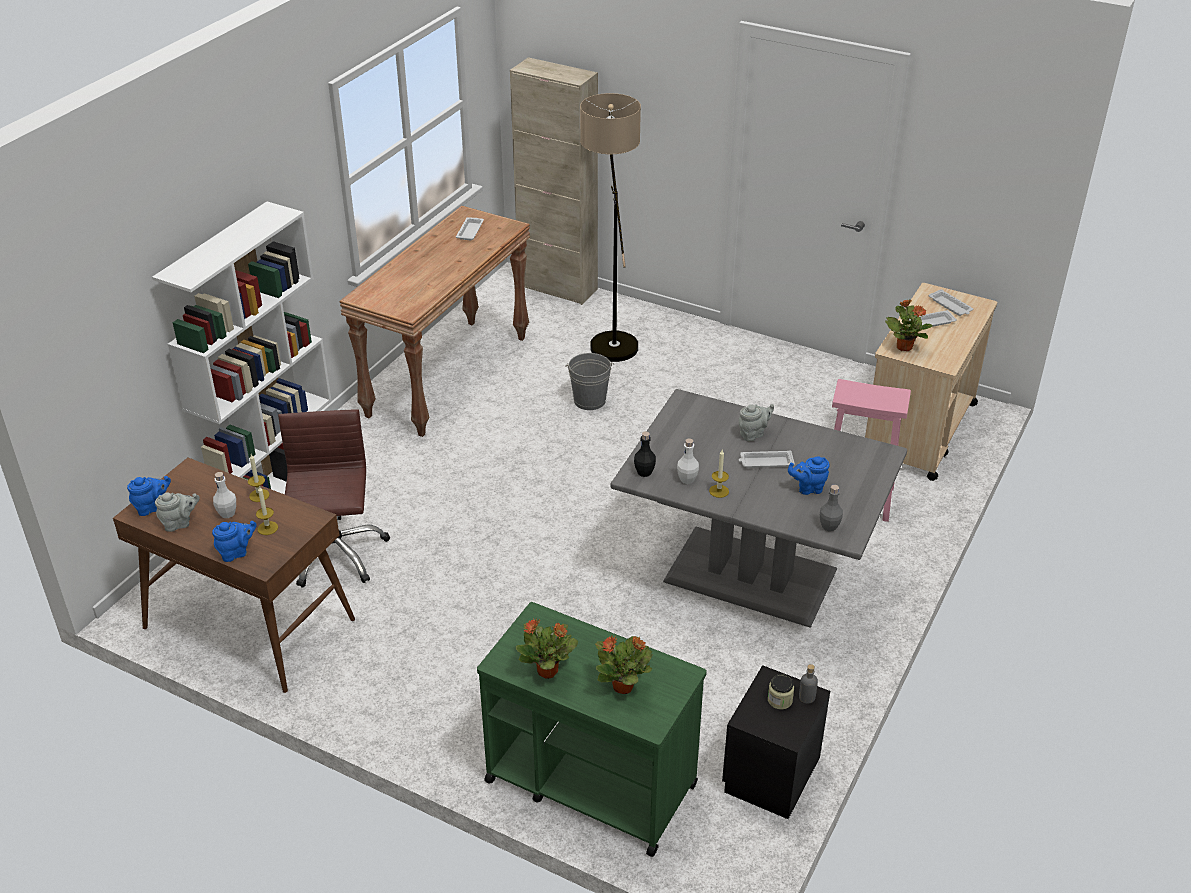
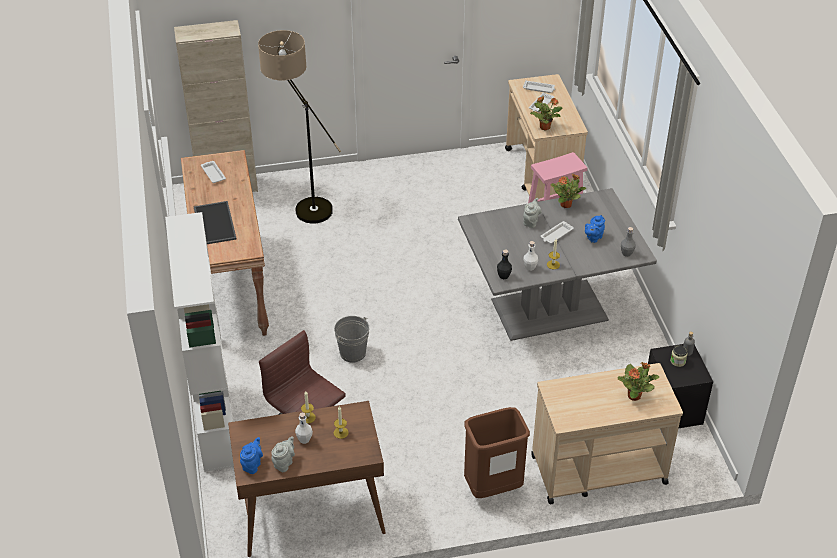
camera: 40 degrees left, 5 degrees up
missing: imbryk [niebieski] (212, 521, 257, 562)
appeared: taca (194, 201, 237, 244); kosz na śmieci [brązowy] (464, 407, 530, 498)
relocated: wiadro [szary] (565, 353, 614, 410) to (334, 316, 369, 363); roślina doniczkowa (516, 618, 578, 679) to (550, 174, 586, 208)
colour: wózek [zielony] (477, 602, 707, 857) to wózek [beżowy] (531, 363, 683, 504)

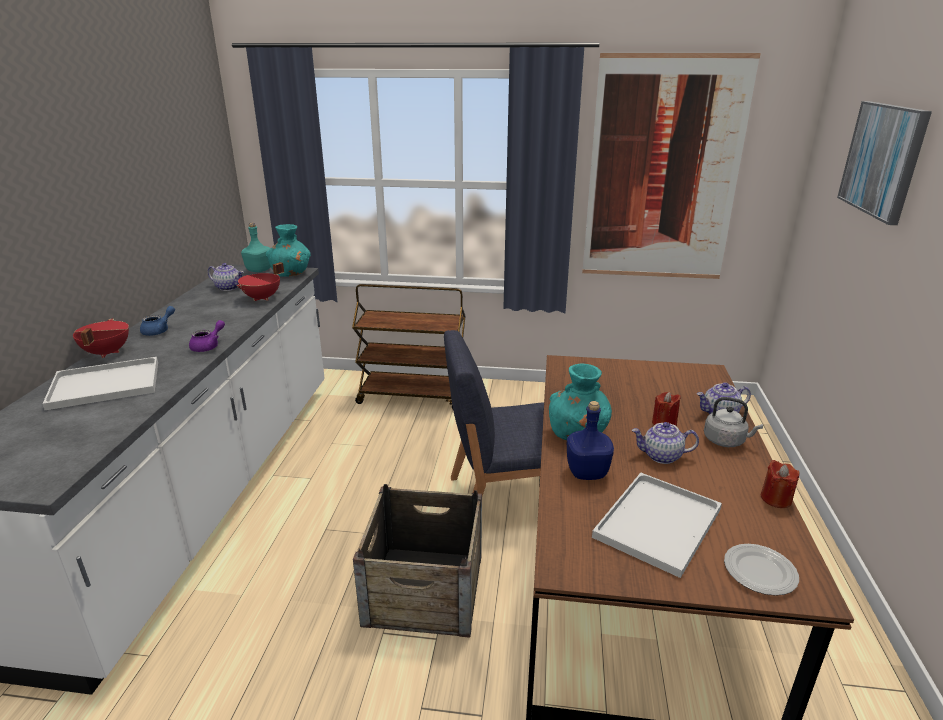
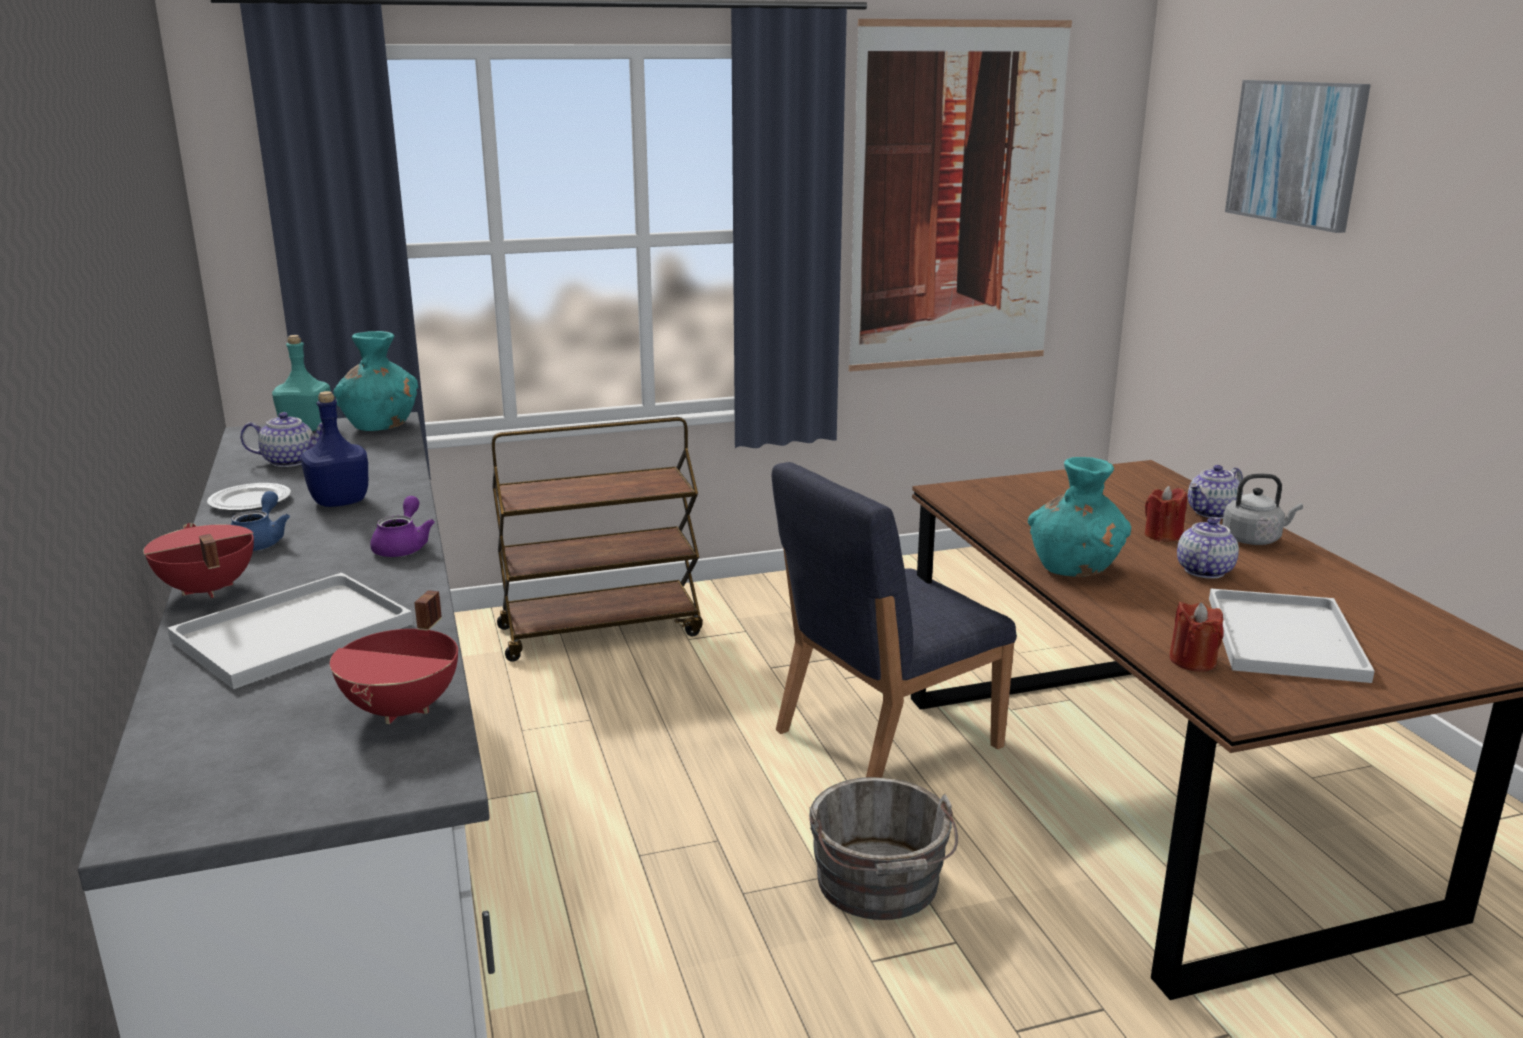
camera: 25 degrees left, 5 degrees down
relocated: talerz (724, 544, 799, 596) to (207, 483, 291, 512); butelka [niebieski] (567, 401, 614, 480) to (301, 391, 368, 507); garnek [czerwony] (236, 262, 284, 301) to (330, 590, 458, 724); świeca [czerwony] (761, 460, 800, 508) to (1170, 602, 1224, 672)
exchanged: skrzynka (353, 484, 482, 638) to wiadro [szary] (809, 777, 958, 920)
spun: imbryk (632, 422, 699, 464) = (1177, 517, 1239, 579) 135 degrees clockwise

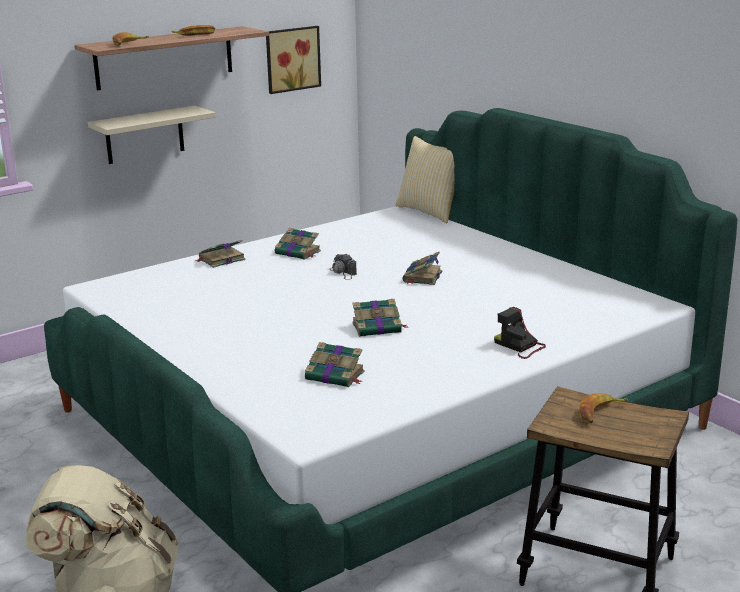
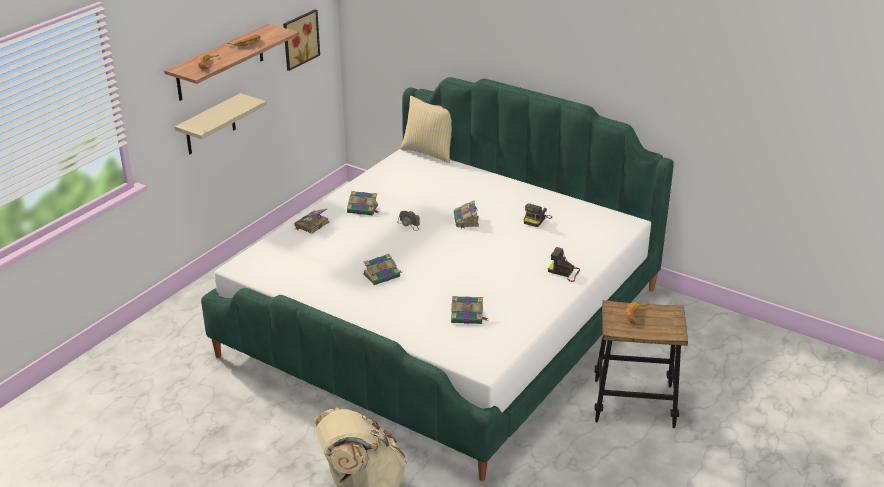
camera: 20 degrees left, 10 degrees up
appeared: aparat fotograficzny (524, 203, 552, 227)
relocated: książka (352, 299, 407, 337) to (363, 254, 402, 285)

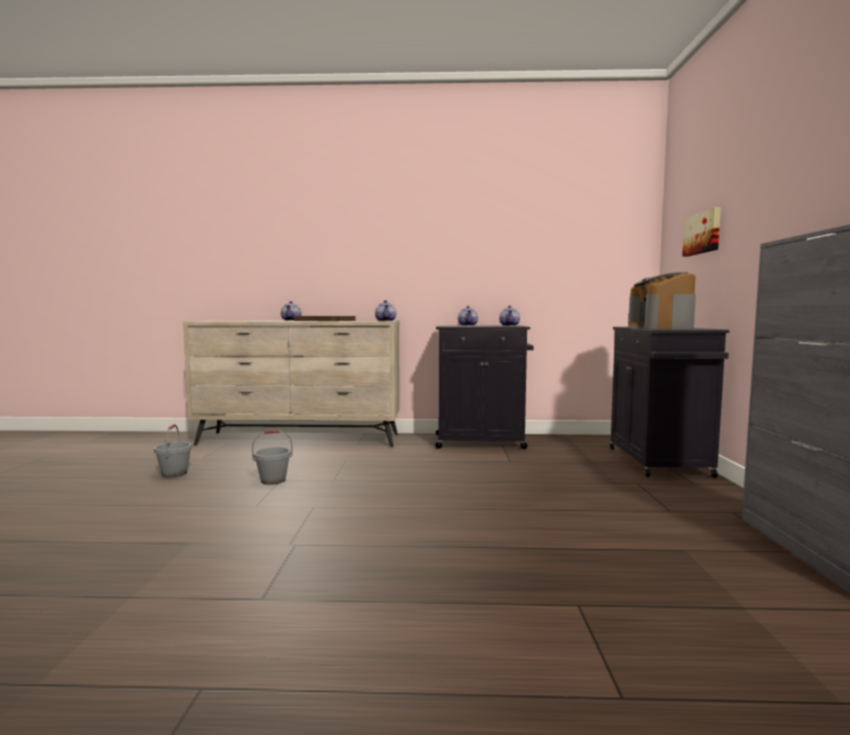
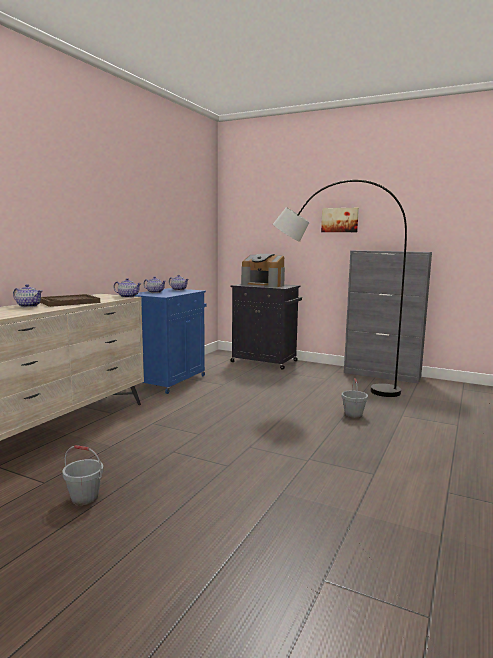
camera: 65 degrees left, 5 degrees up
appeared: lampa stojąca [szary] (273, 180, 407, 397)
relocated: obraz (682, 207, 721, 257) to (321, 208, 359, 232); wiadro [szary] (252, 430, 293, 485) to (342, 378, 368, 419)
colour: szafka [czarny] (435, 325, 534, 449) to szafka [niebieski] (135, 288, 207, 394)

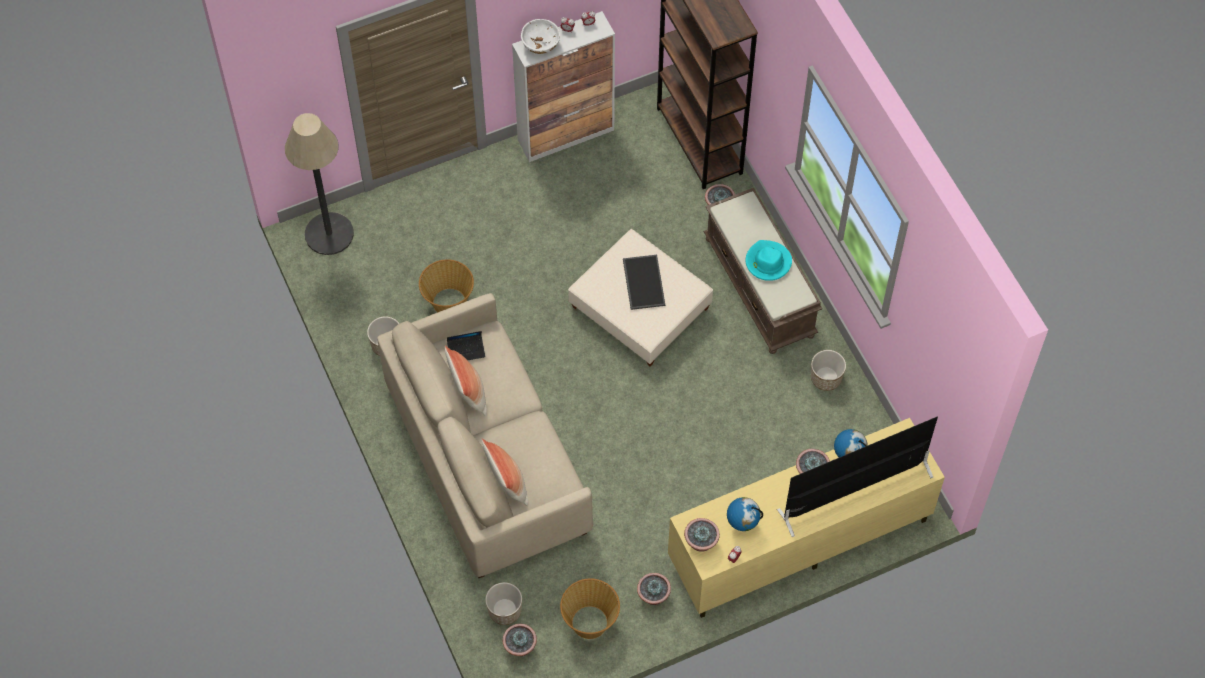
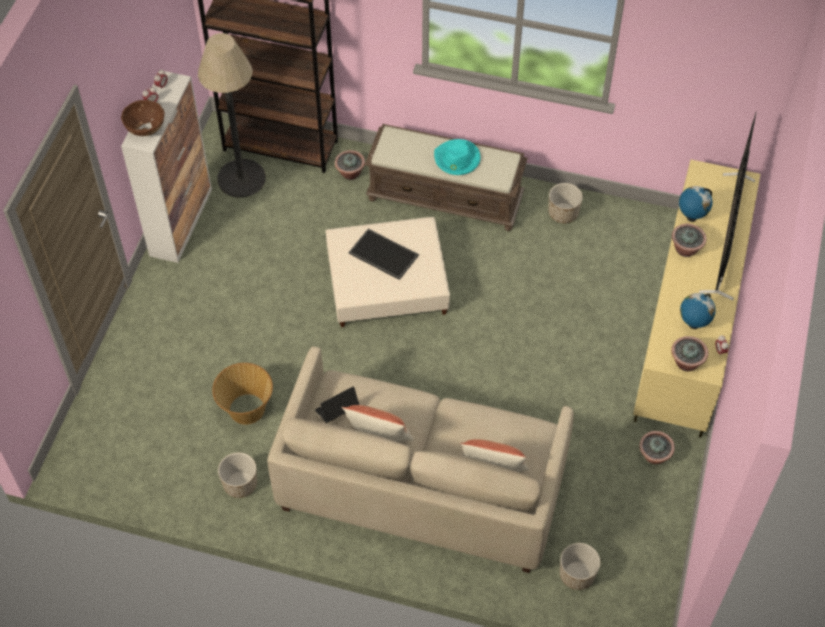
camera: 50 degrees left, 5 degrees down
missing: roślina doniczkowa (502, 624, 537, 656); koszyk (560, 578, 620, 639)
relocated: lampa stojąca (285, 113, 354, 255) to (198, 33, 266, 198)
colour: miska [biały] (521, 19, 560, 54) to miska [brązowy] (121, 100, 165, 136)
spun: laptop (447, 331, 485, 360) = (315, 386, 359, 423) 150 degrees counterclockwise

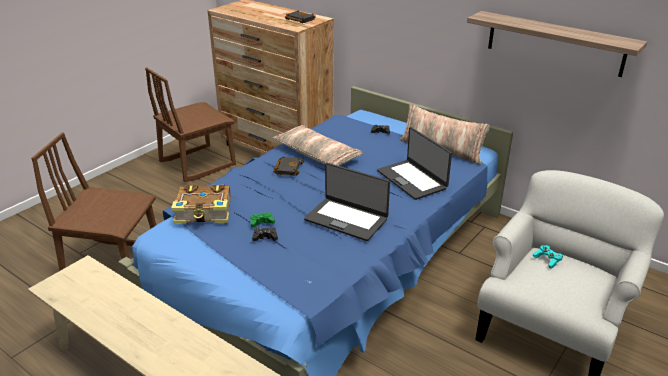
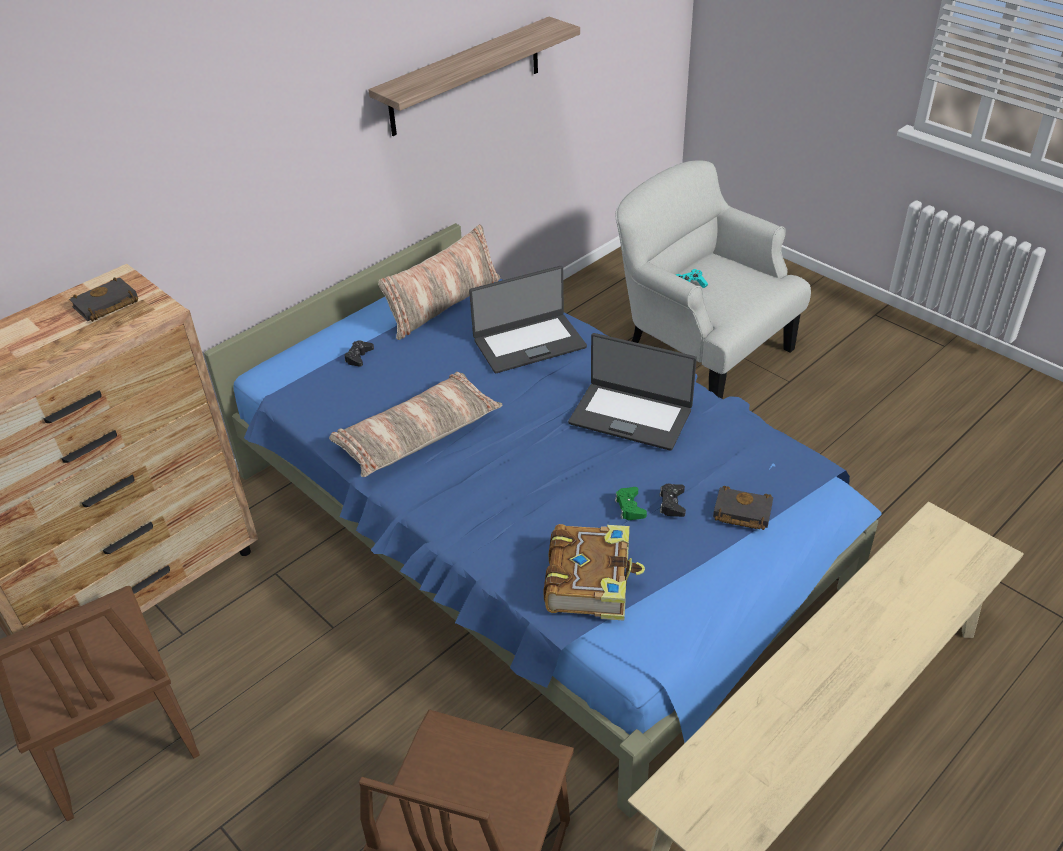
camera: 80 degrees left, 10 degrees up
relocated: książka [czarny] (273, 157, 304, 176) to (713, 486, 773, 530)
spun: laptop (304, 163, 390, 241) = (568, 333, 697, 451) 75 degrees clockwise

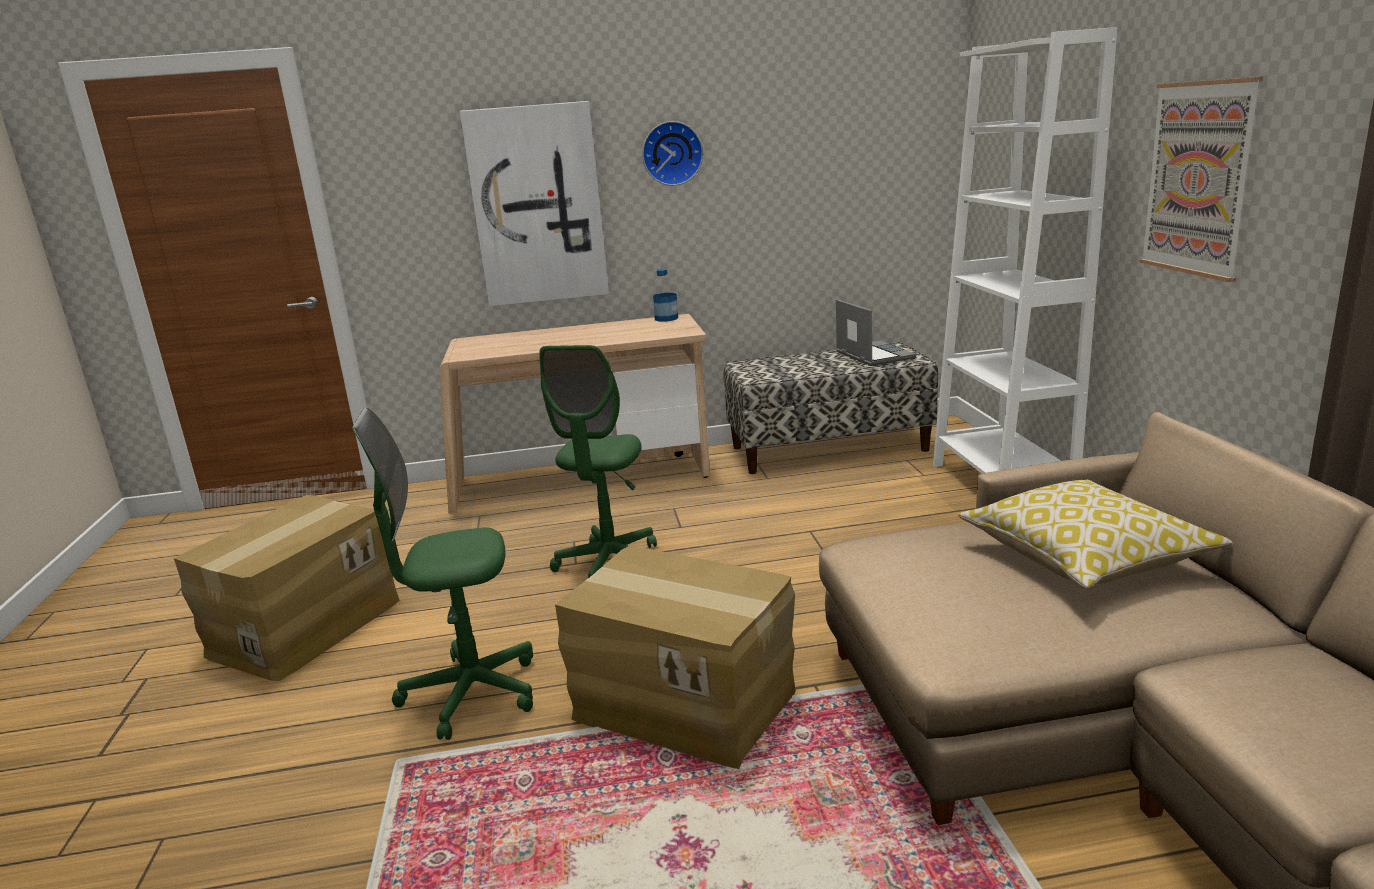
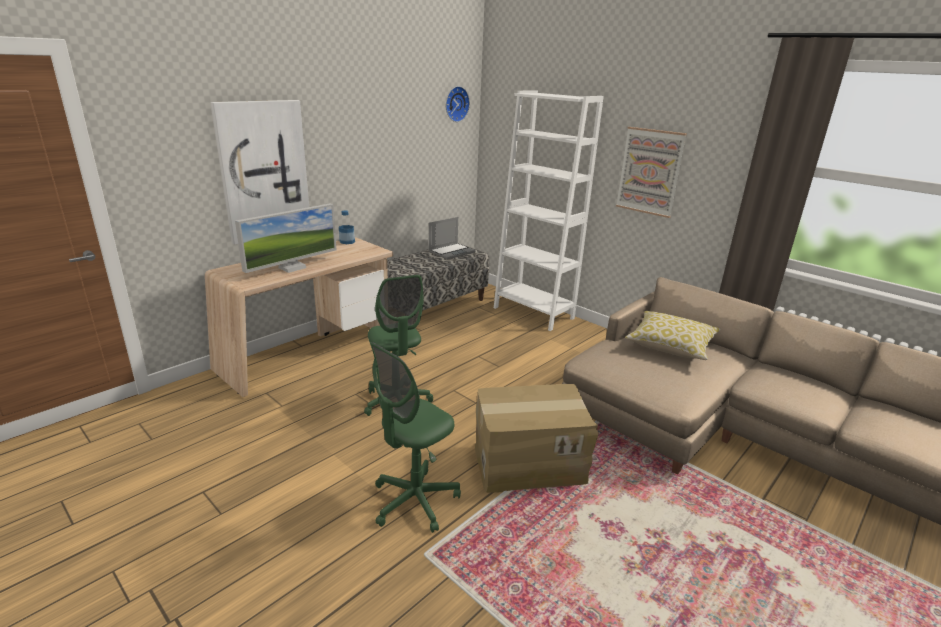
camera: 40 degrees left, 5 degrees up
missing: karton (174, 495, 400, 681)
appeared: monitor (235, 203, 337, 273)
relocated: zegar ścienny (642, 121, 703, 186) to (446, 86, 470, 122)
spun: laptop (836, 299, 916, 366) = (429, 217, 476, 260) 105 degrees clockwise

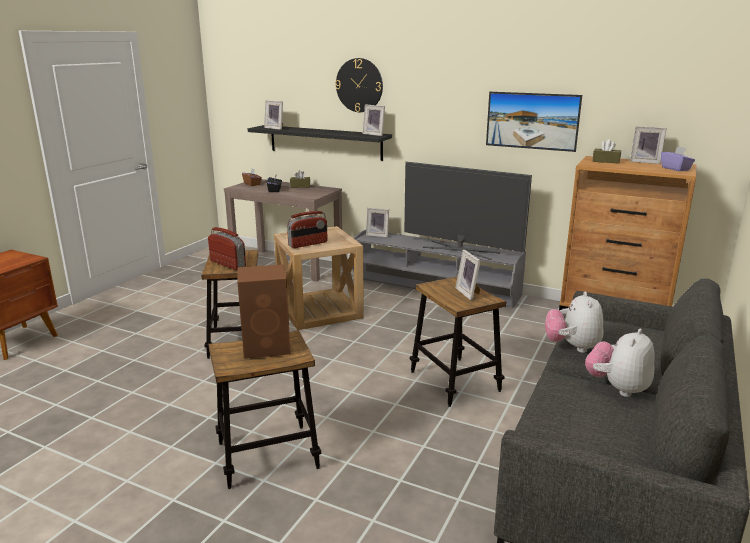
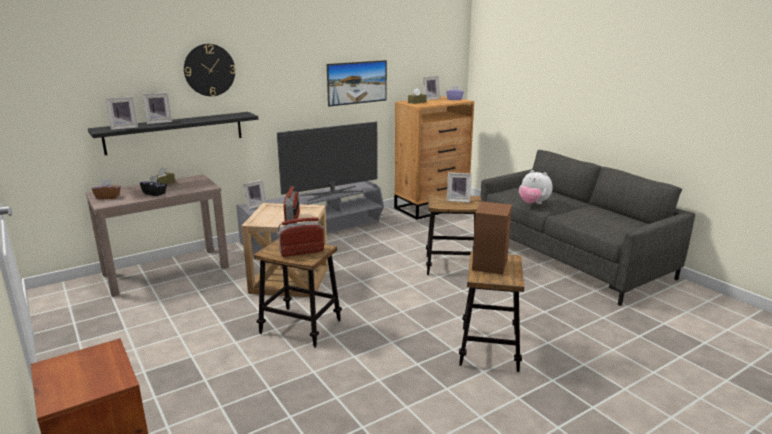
camera: 60 degrees left, 0 degrees up
missing: pluszak (585, 329, 655, 397)
relocated: ramka na zdjęcie (363, 104, 385, 136) to (142, 92, 172, 124)

